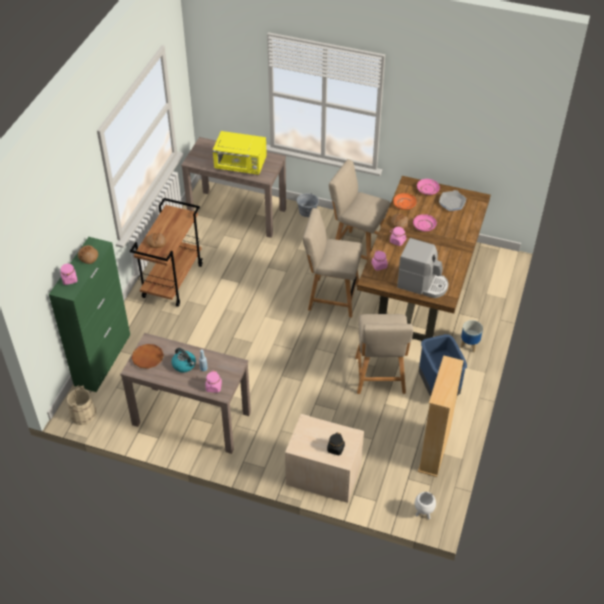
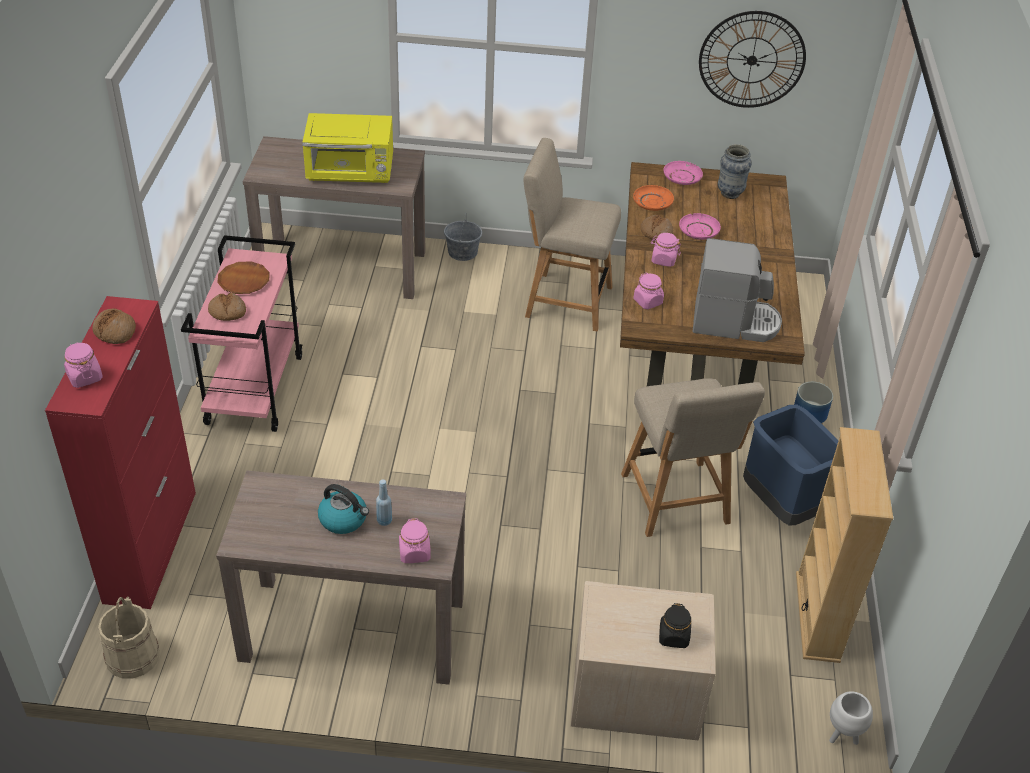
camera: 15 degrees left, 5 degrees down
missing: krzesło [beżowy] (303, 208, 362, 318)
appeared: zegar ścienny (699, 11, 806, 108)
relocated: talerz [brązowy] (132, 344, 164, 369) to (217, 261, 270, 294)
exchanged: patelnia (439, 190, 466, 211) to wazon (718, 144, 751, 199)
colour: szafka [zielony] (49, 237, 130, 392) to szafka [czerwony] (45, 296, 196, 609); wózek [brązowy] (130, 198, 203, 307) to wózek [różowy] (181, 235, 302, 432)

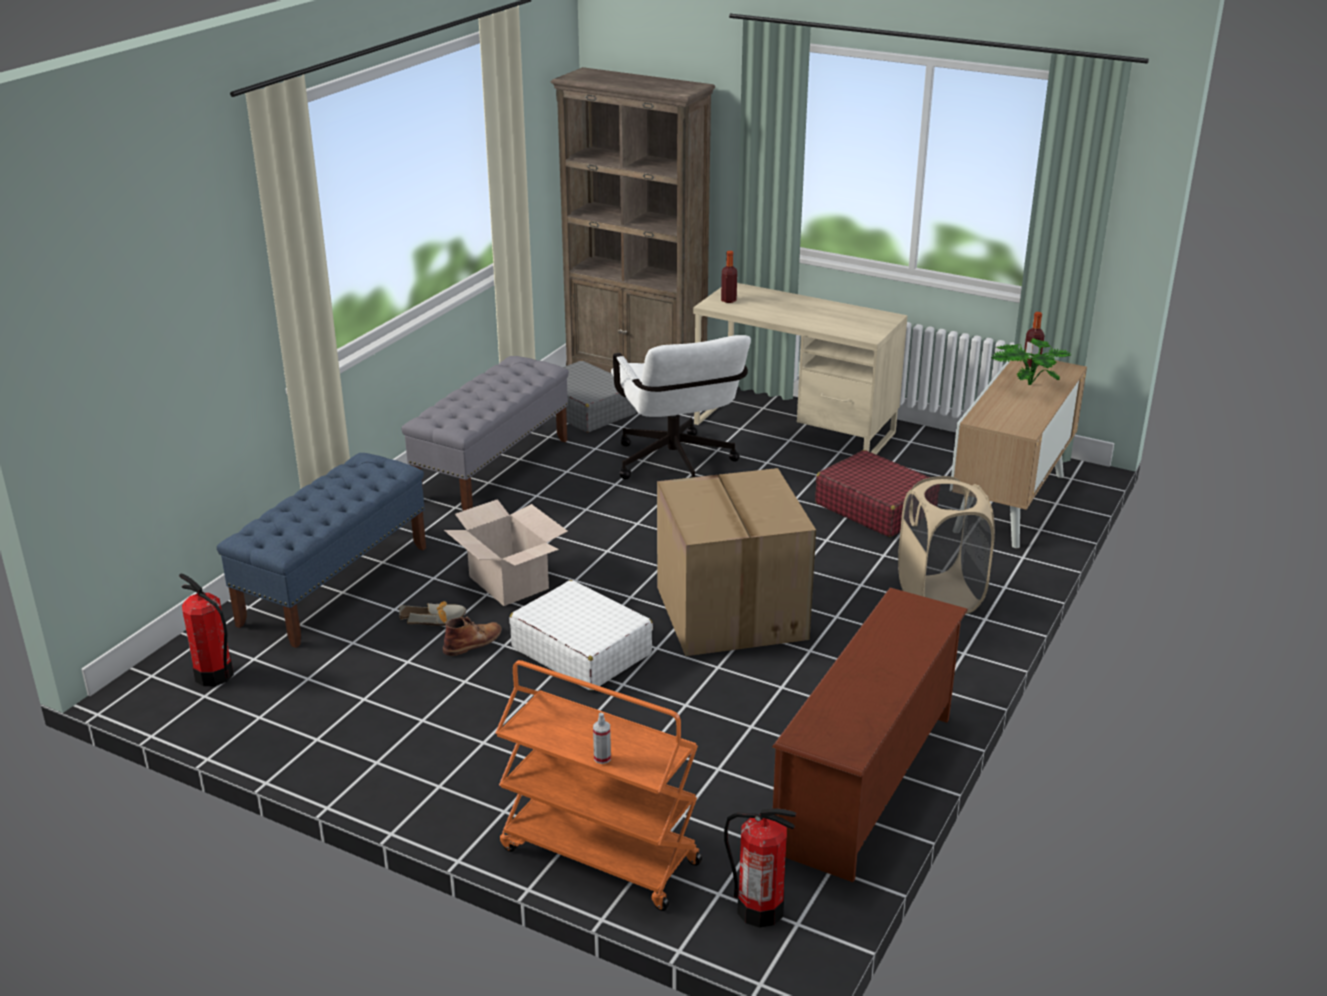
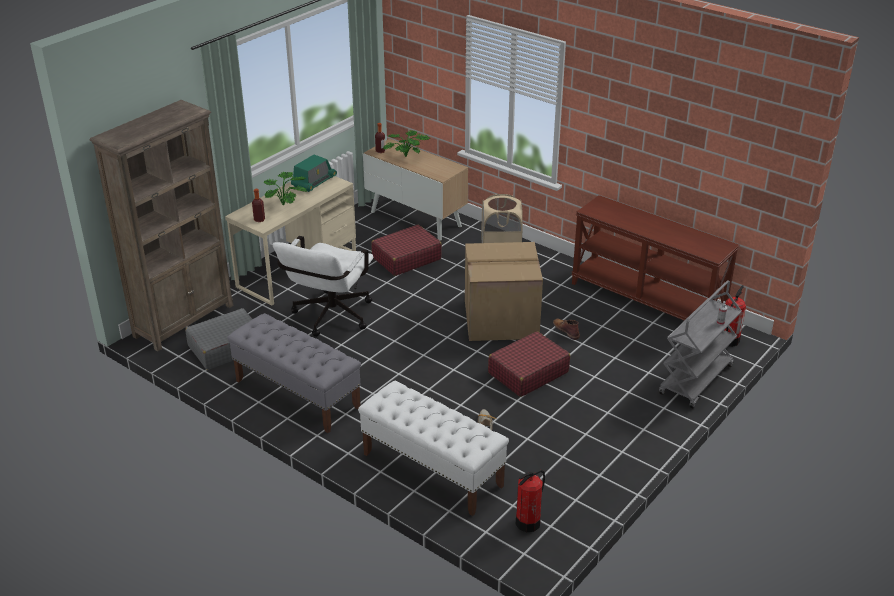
camera: 80 degrees left, 5 degrees up
missing: karton (444, 499, 568, 606)
appeared: roślina doniczkowa (263, 172, 307, 205); radio (291, 155, 337, 192)
relocated: but z cholewką [brązowy] (443, 616, 502, 656) to (553, 319, 580, 340)
exchanged: regał na buty [brązowy] (772, 588, 968, 882) to stolik konsolowy [brązowy] (571, 195, 740, 321)
colour: ławka [niebieski] (217, 453, 426, 648) to ławka [biały] (358, 381, 509, 516); walizka [biały] (509, 580, 653, 691) to walizka [czerwony] (488, 331, 570, 397); wózek [pomarańczowy] (495, 660, 702, 911) to wózek [szary] (659, 280, 742, 409)
spun: krzesło biurowe [biały] (611, 335, 751, 479) = (272, 236, 374, 337) 120 degrees clockwise

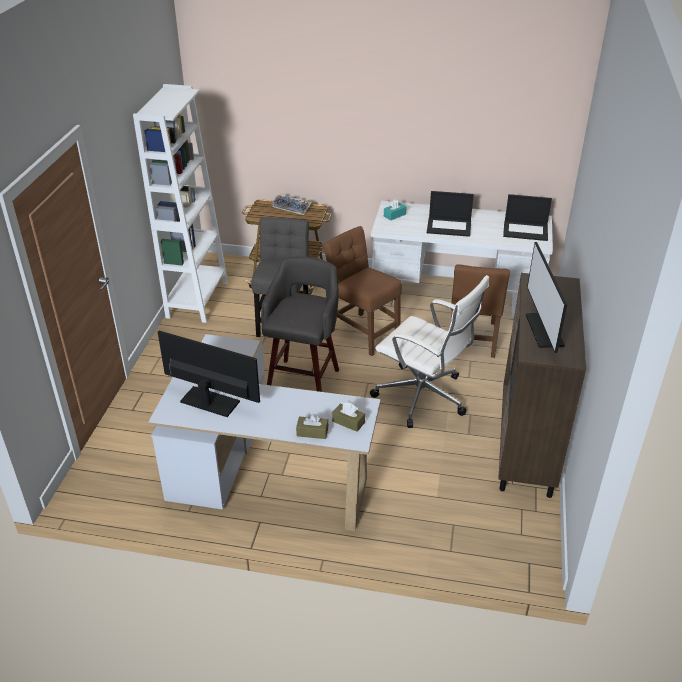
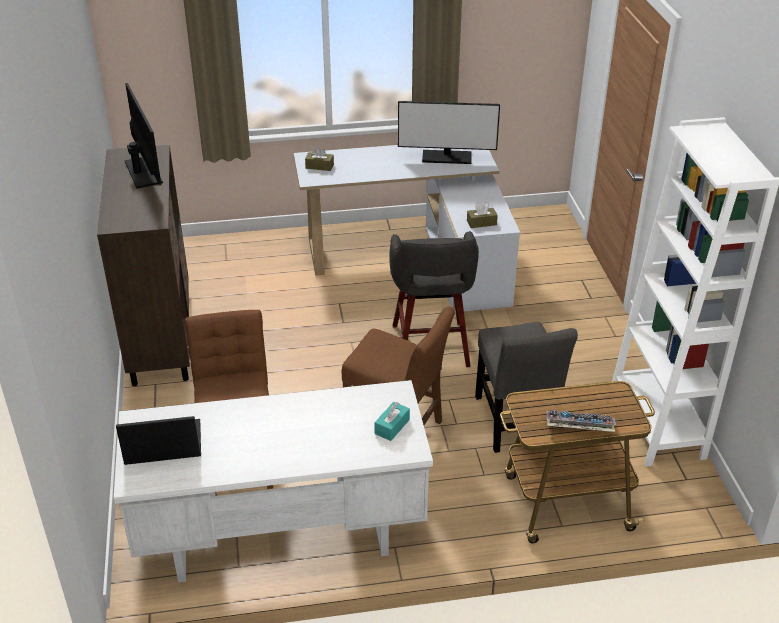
camera: 160 degrees right, 0 degrees up
missing: krzesło biurowe [biały] (370, 275, 489, 428); laptop (427, 191, 474, 237)
relocated: pudełko chusteczek [brązowy] (296, 414, 328, 439) to (467, 202, 498, 228)

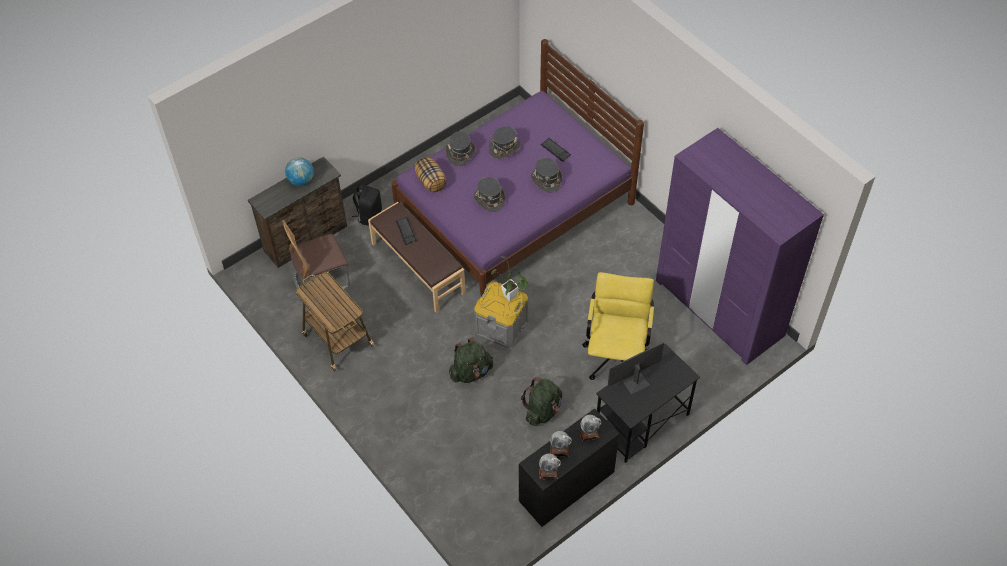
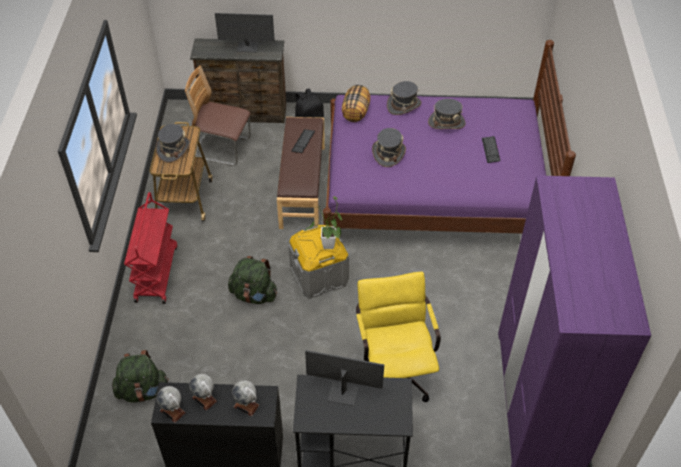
camera: 40 degrees right, 5 degrees down
appeared: wózek [czerwony] (124, 192, 177, 304)
relocated: plecak [zielony] (521, 377, 562, 426) to (112, 350, 169, 403); kapelusz [szary] (531, 158, 562, 193) to (156, 124, 190, 163)
exchanged: globus (285, 158, 314, 186) to monitor (215, 13, 275, 52)
spun: krzesło biurowe [żółty] (582, 272, 654, 380) = (356, 272, 441, 402) 60 degrees counterclockwise

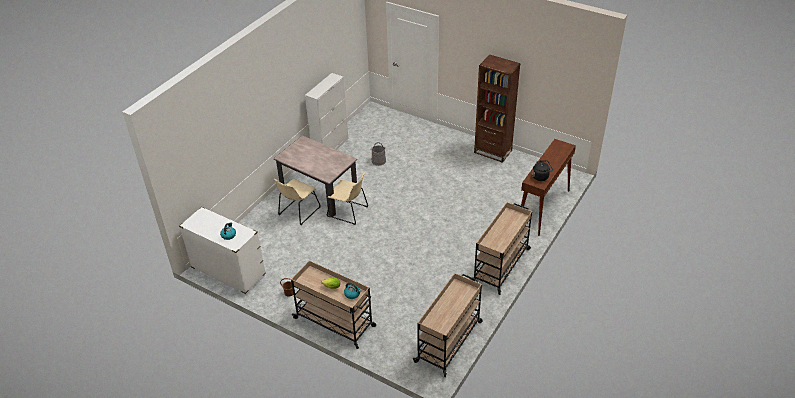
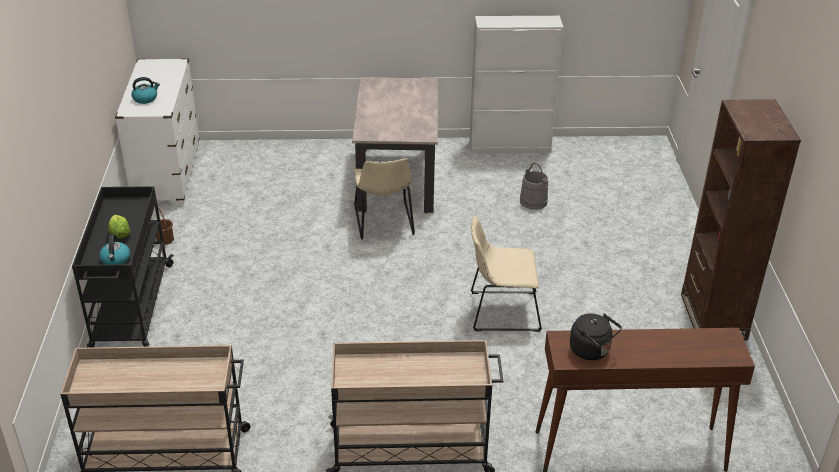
camera: 55 degrees right, 5 degrees down
relocated: krzesło [beżowy] (274, 179, 321, 225) to (471, 216, 542, 332)
colour: wózek [beżowy] (291, 261, 376, 349) to wózek [czarny] (72, 186, 174, 348)

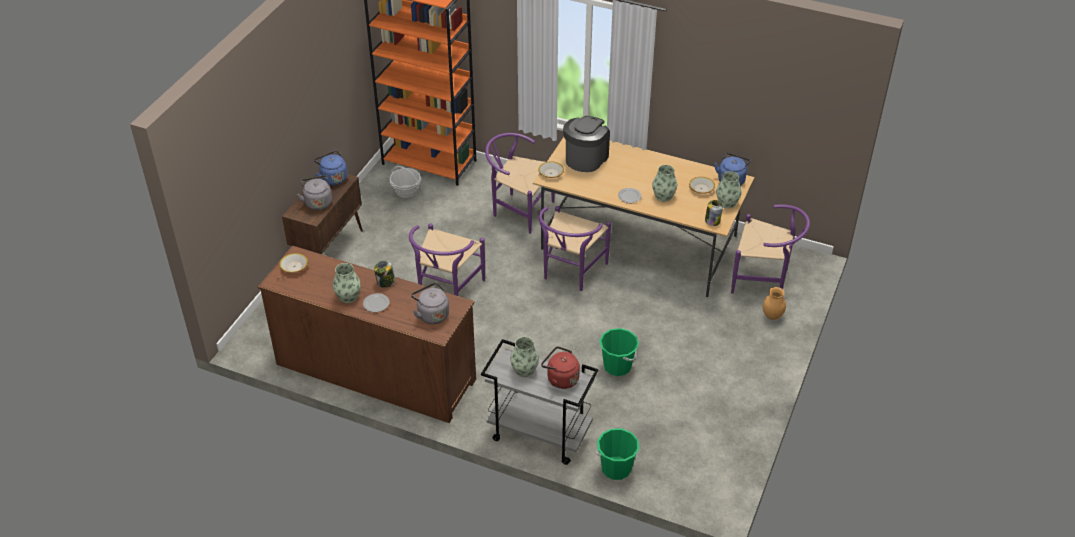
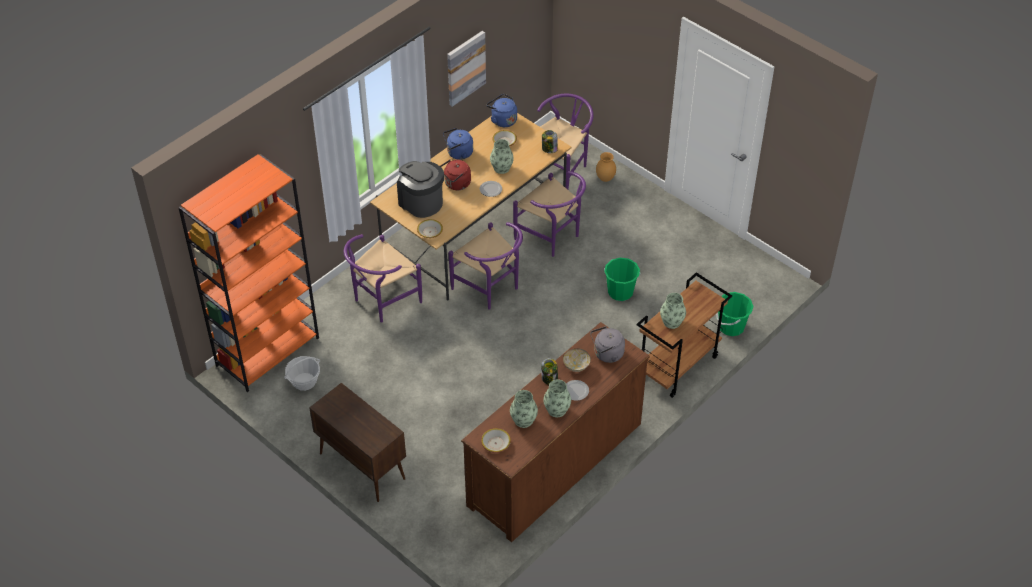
camera: 70 degrees left, 5 degrees up
missing: czajnik [szary] (297, 175, 332, 210)
appeared: obraz (447, 31, 486, 107); miska (563, 349, 591, 372)
relocated: czajnik [czerwony] (541, 346, 580, 389) to (440, 159, 471, 190); czajnik [niebieski] (314, 151, 347, 185) to (443, 128, 473, 160); wazon (716, 171, 742, 209) to (510, 390, 538, 428); krzesło [fioletowy] (409, 224, 485, 296) to (513, 171, 586, 257)
colour: wózek [szary] (481, 339, 598, 465) to wózek [brązowy] (637, 272, 732, 398)

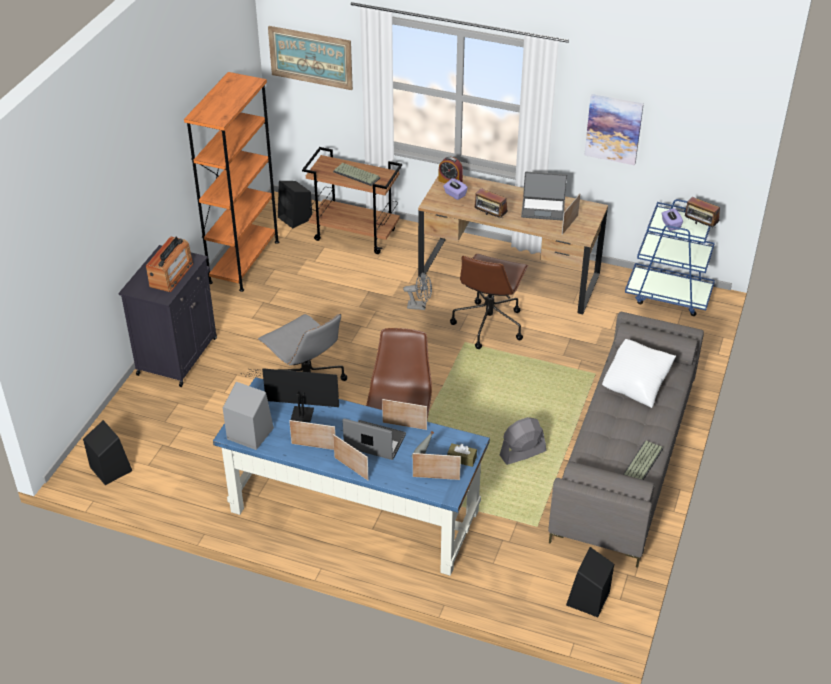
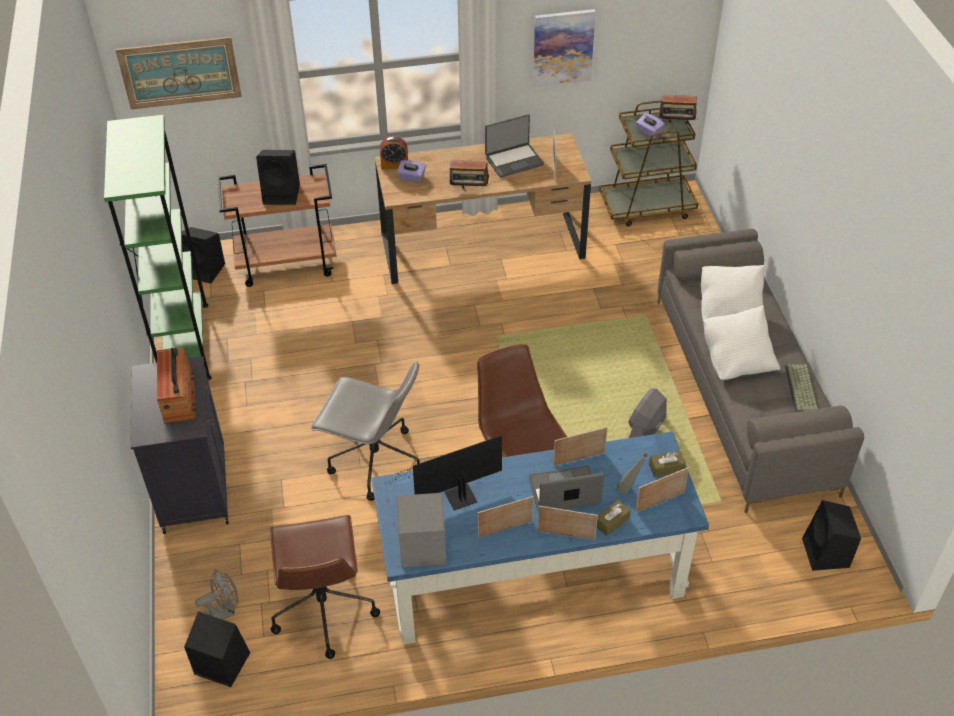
camera: 30 degrees left, 5 degrees up
appeared: pudełko chusteczek [brązowy] (597, 500, 631, 536); poduszka [biały] (703, 305, 780, 380)
relocated: wentylator [szary] (403, 272, 432, 310) to (195, 569, 238, 620); krzesło biurowe [brązowy] (450, 254, 528, 349) to (270, 515, 380, 659)
exchanged: klawiatura (333, 163, 380, 186) to głośnik [czarny] (256, 150, 300, 205)
colour: regał [pomarańczowy] (184, 72, 279, 292) to regał [zielony] (104, 115, 212, 380); wózek [niebieski] (625, 199, 715, 316) to wózek [brązowy] (599, 101, 698, 226)

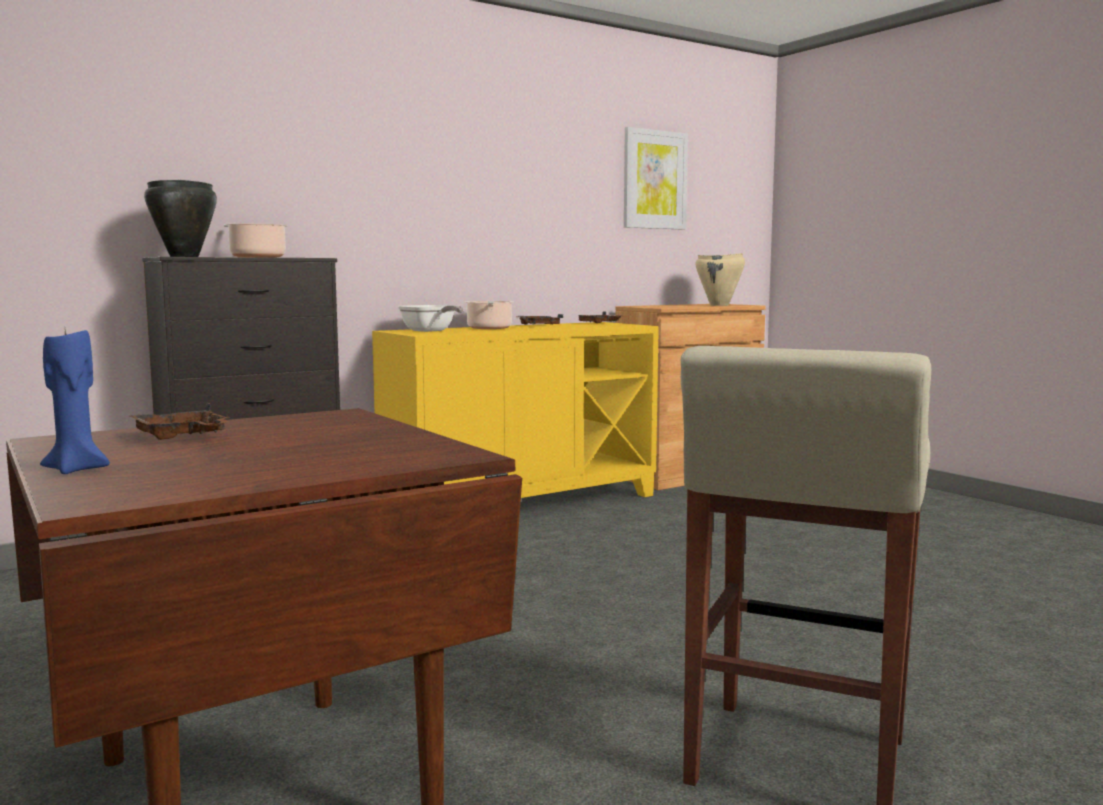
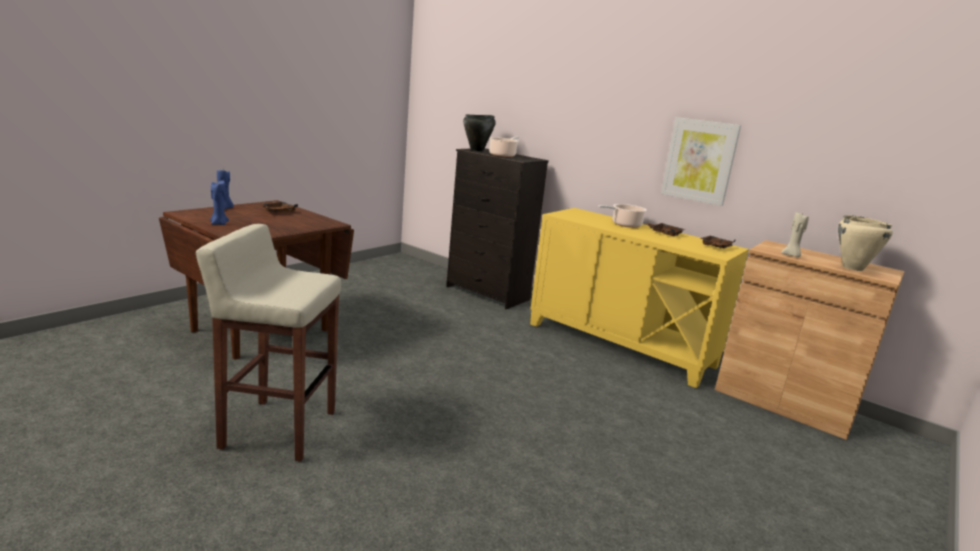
camera: 70 degrees right, 10 degrees up
missing: patelnia (398, 305, 464, 332)
appeared: świeca [niebieski] (210, 181, 229, 225); świeca [beżowy] (781, 212, 809, 257)
relocated: obraz (624, 127, 688, 230) to (661, 117, 741, 206)

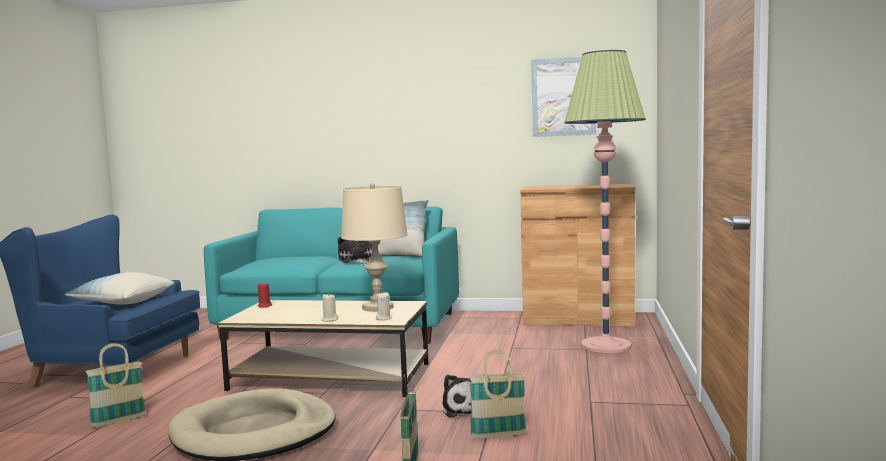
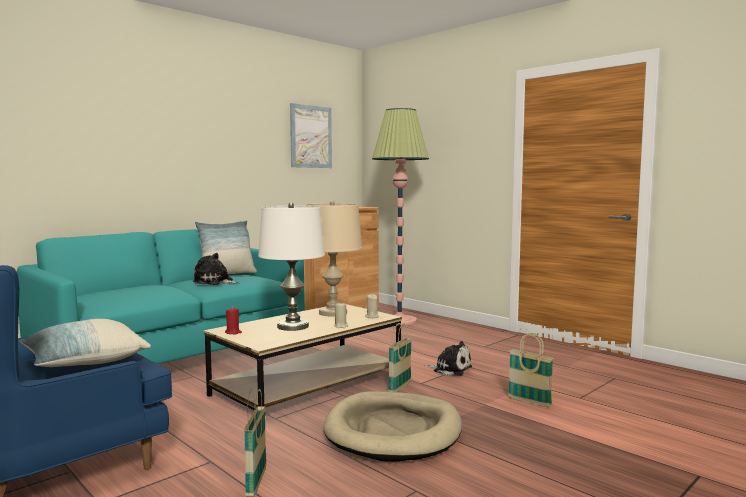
camera: 55 degrees left, 0 degrees up
appeared: lampa stołowa [biały] (258, 202, 325, 331)
relocated: koszyk (469, 349, 527, 439) to (388, 323, 412, 392)

